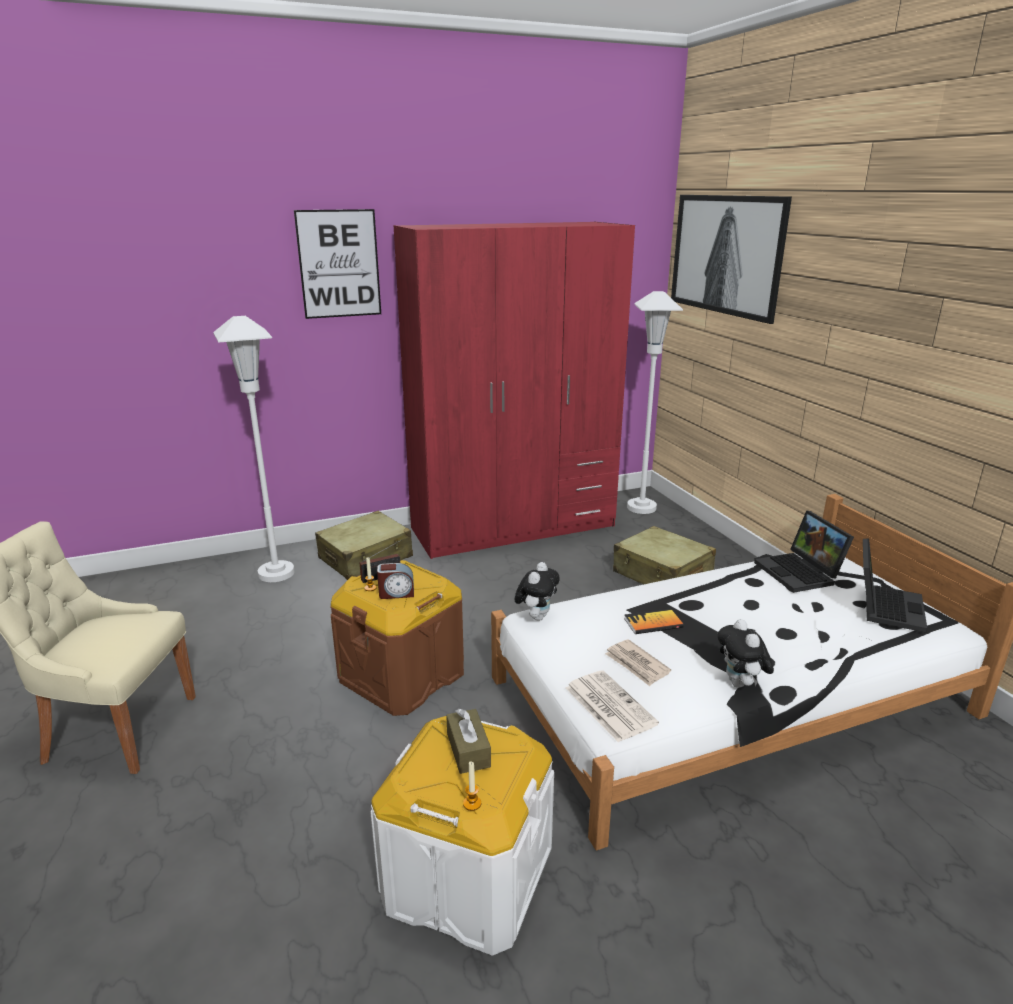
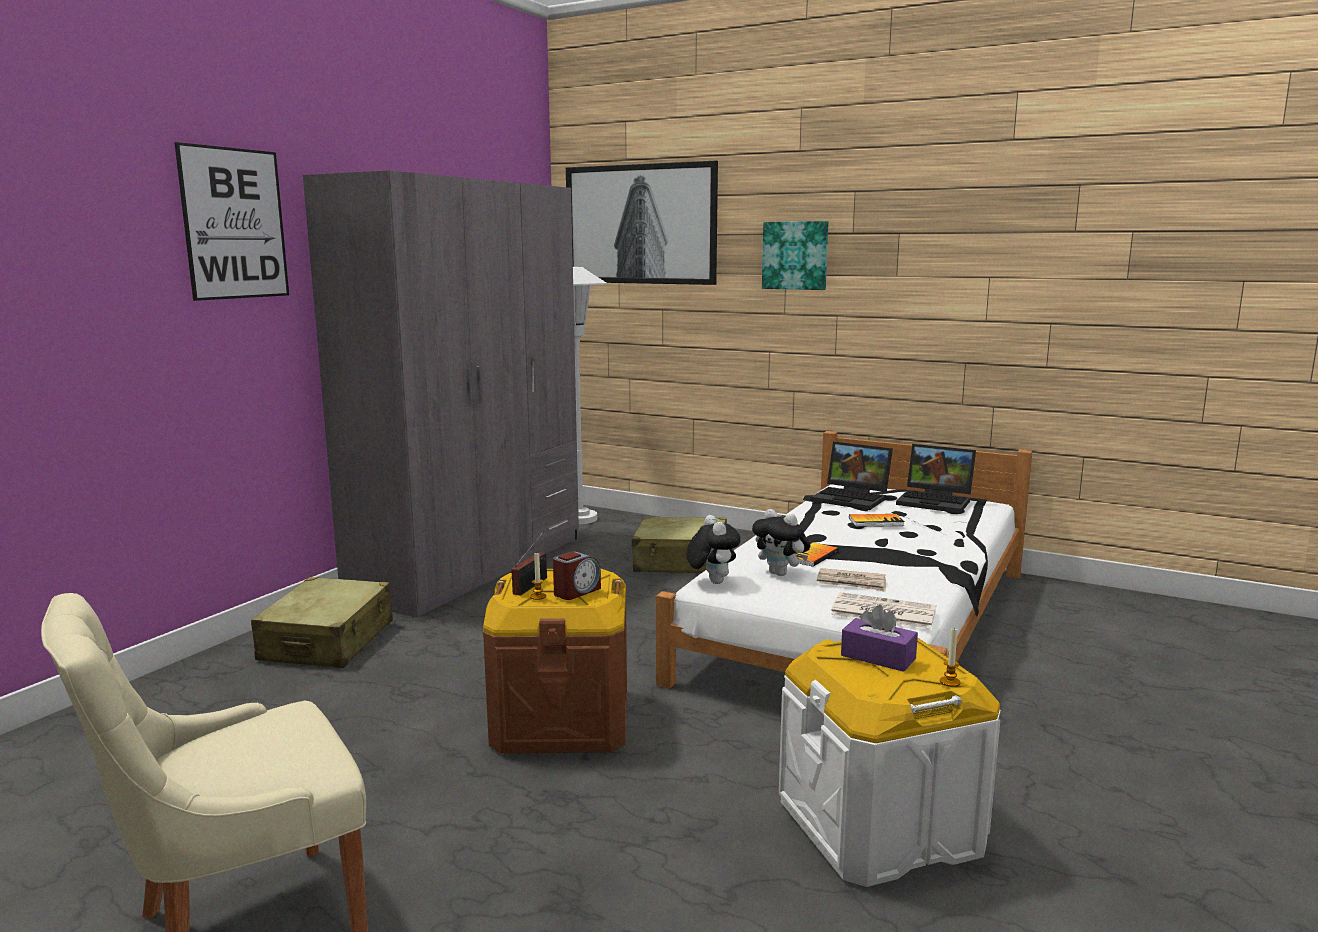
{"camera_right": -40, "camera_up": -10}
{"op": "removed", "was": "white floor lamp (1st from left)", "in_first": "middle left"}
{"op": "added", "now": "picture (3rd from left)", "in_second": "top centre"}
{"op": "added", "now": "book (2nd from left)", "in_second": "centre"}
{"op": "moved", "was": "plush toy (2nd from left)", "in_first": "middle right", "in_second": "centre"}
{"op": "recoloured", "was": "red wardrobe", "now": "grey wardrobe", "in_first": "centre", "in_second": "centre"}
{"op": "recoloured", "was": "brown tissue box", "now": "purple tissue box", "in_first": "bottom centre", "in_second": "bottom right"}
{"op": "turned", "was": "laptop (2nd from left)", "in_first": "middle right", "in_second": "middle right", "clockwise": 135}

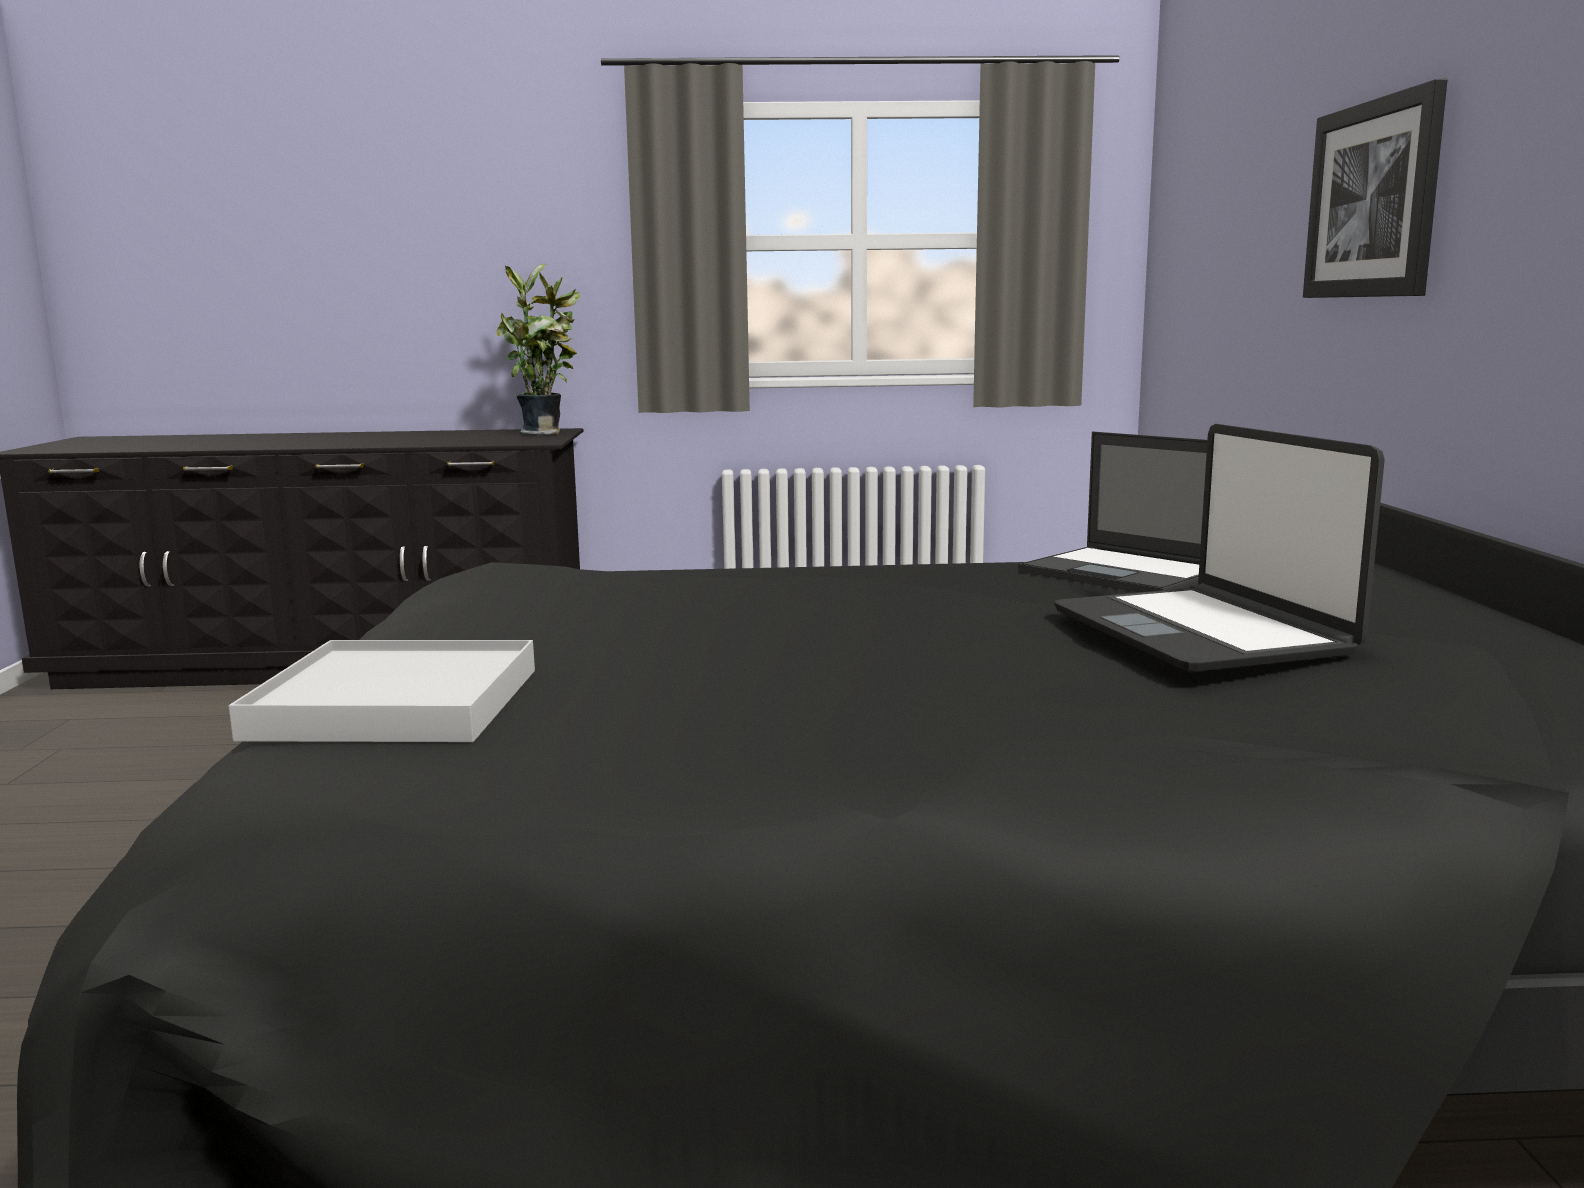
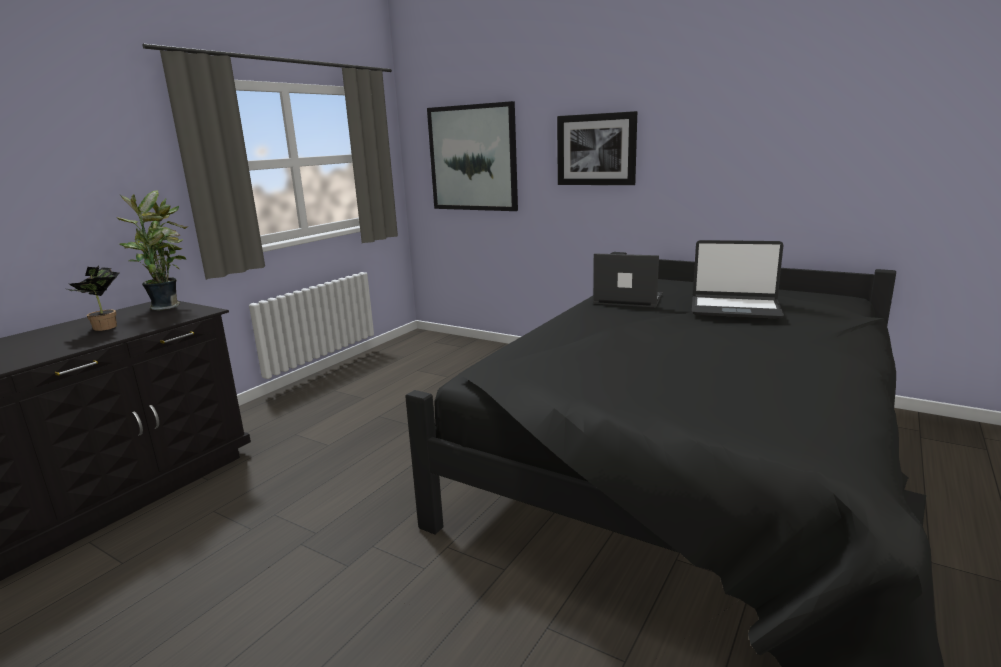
{"camera_right": -55, "camera_up": 5}
{"op": "removed", "was": "white tray", "in_first": "middle left"}
{"op": "added", "now": "potted plant (1st from left)", "in_second": "middle left"}
{"op": "added", "now": "picture (1st from left)", "in_second": "top centre"}
{"op": "turned", "was": "laptop (1st from left)", "in_first": "middle right", "in_second": "centre", "clockwise": -150}

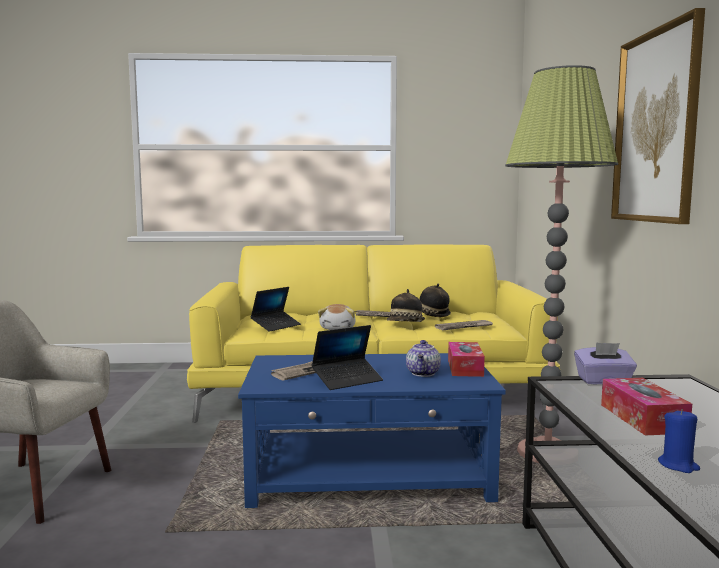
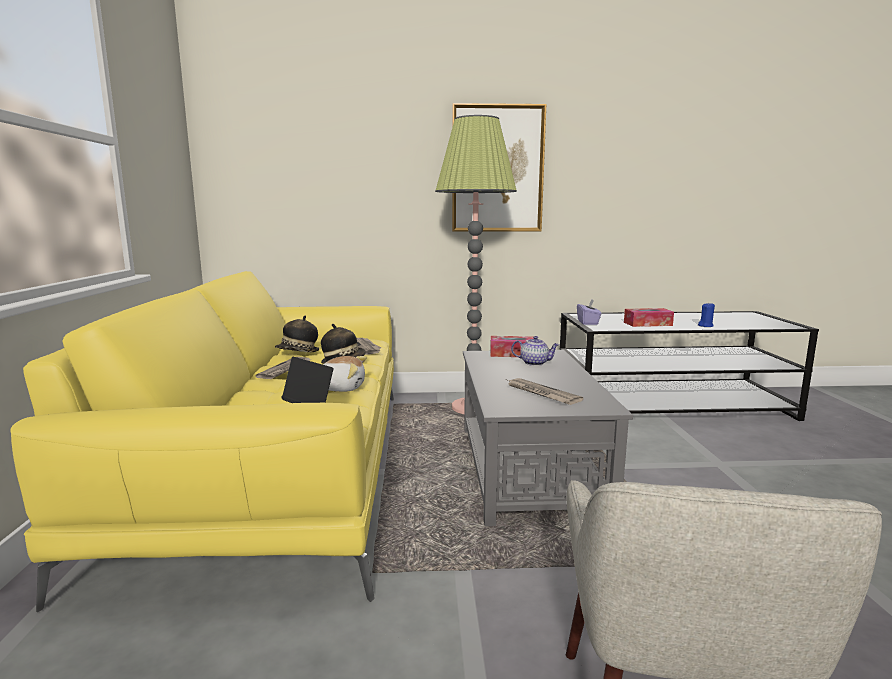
{"camera_right": -90, "camera_up": 5}
{"op": "removed", "was": "laptop (2nd from left)", "in_first": "centre"}
{"op": "recoloured", "was": "blue coffee table", "now": "grey coffee table", "in_first": "bottom centre", "in_second": "centre"}

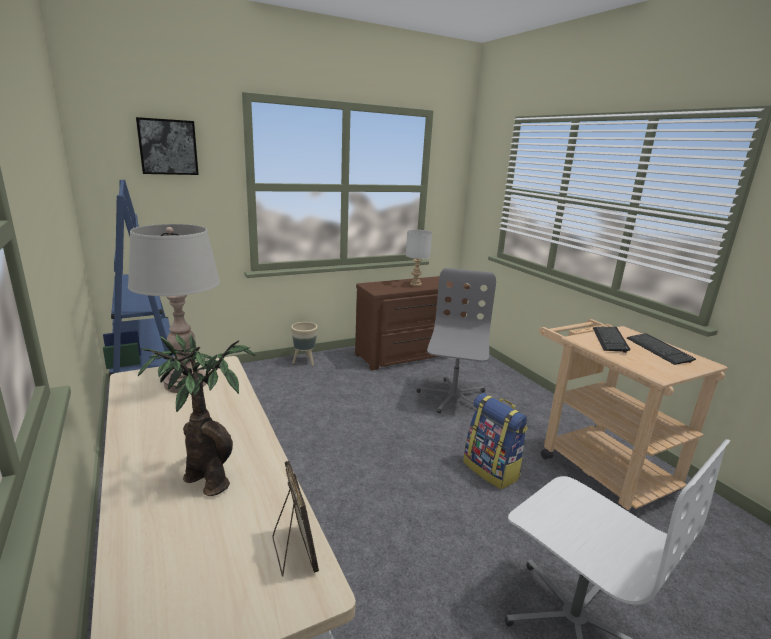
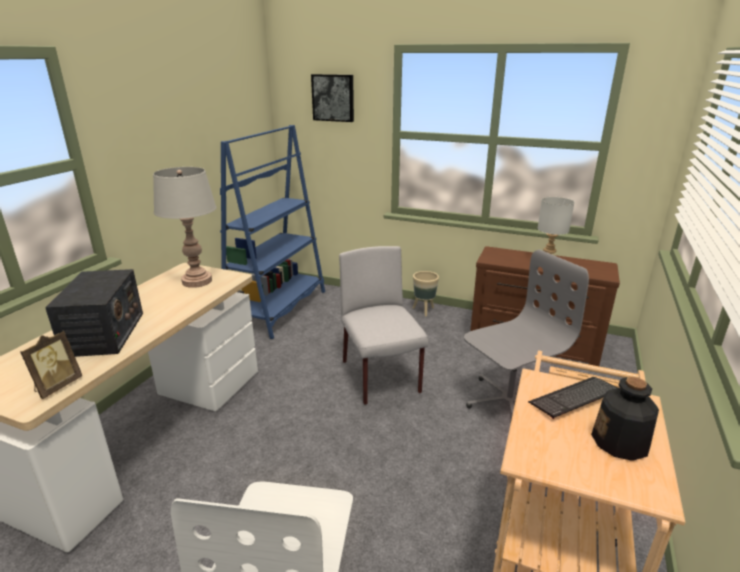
{"camera_right": 50, "camera_up": 5}
{"op": "removed", "was": "backpack", "in_first": "bottom centre"}
{"op": "added", "now": "grey chair", "in_second": "centre"}
{"op": "replaced", "was": "potted plant", "now": "radio", "in_first": "middle left", "in_second": "middle left"}
{"op": "replaced", "was": "keyboard (2nd from left)", "now": "bottle", "in_first": "middle right", "in_second": "bottom right"}

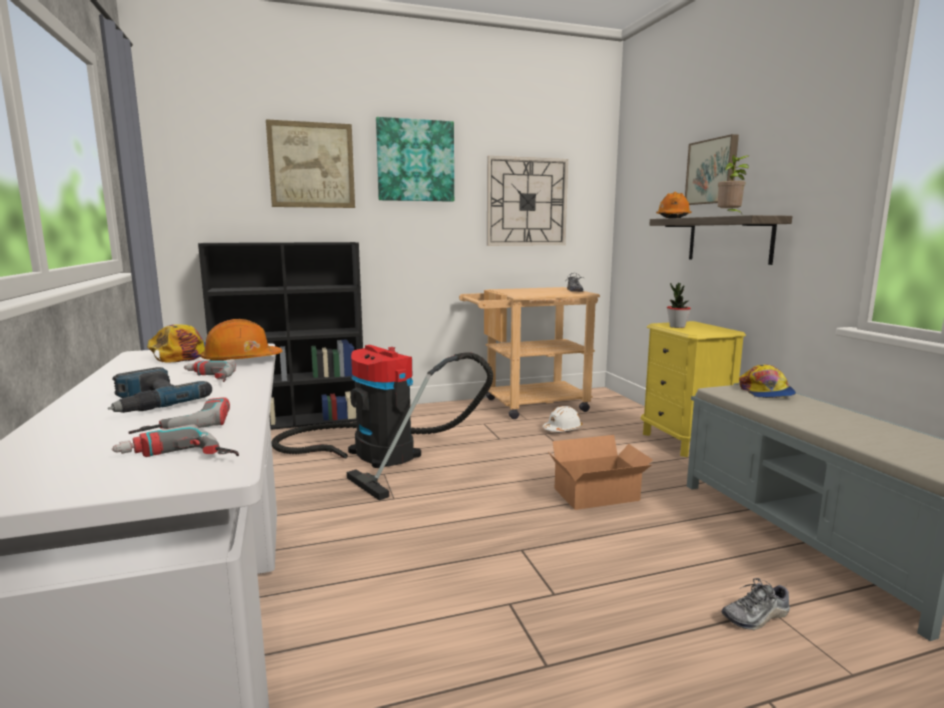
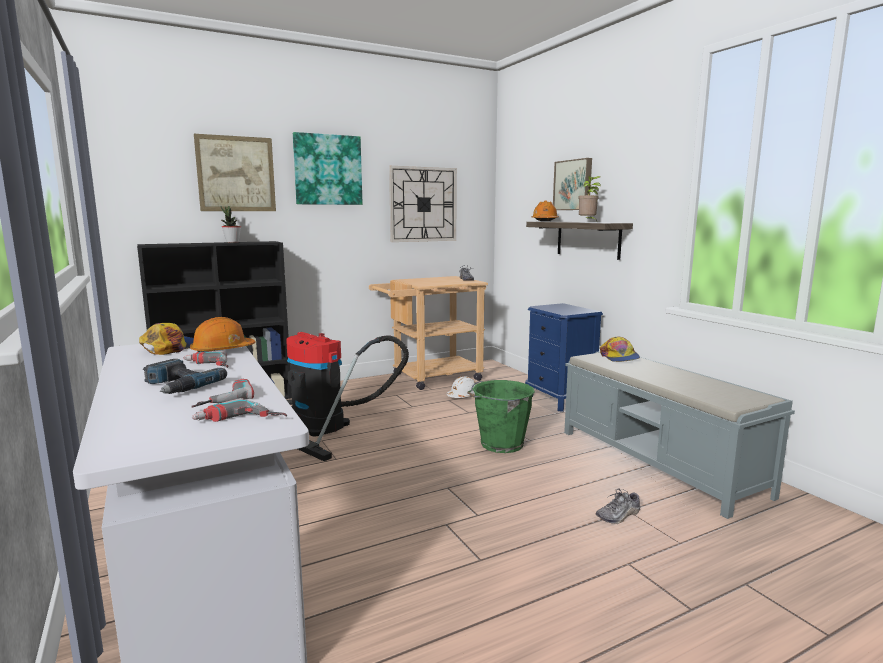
{"camera_right": -10, "camera_up": 0}
{"op": "moved", "was": "potted plant (1st from left)", "in_first": "middle right", "in_second": "middle left"}
{"op": "replaced", "was": "cardboard box", "now": "green bucket", "in_first": "bottom centre", "in_second": "centre"}
{"op": "recoloured", "was": "yellow nightstand", "now": "blue nightstand", "in_first": "middle right", "in_second": "centre"}

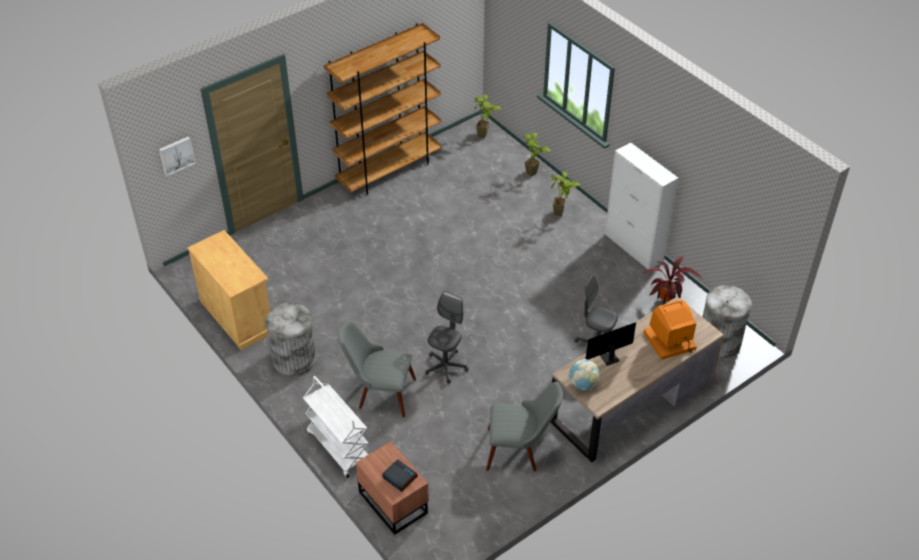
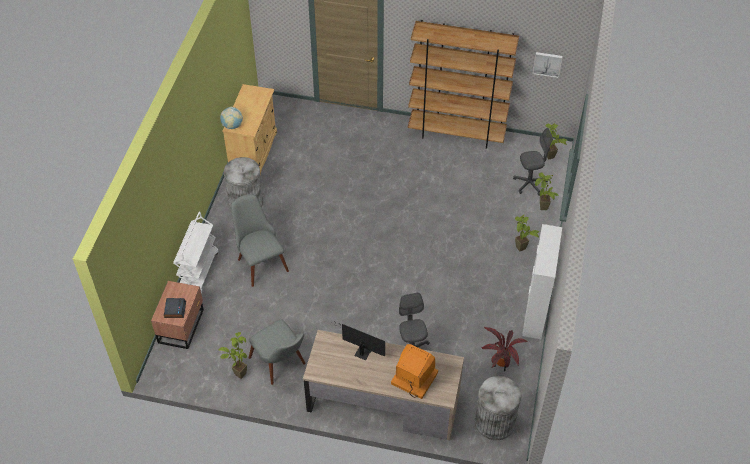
{"camera_right": 50, "camera_up": 5}
{"op": "added", "now": "potted plant (1st from left)", "in_second": "bottom left"}
{"op": "moved", "was": "picture", "in_first": "top left", "in_second": "top right"}
{"op": "moved", "was": "grey office chair (1st from left in the first image)", "now": "grey office chair (2nd from left)", "in_first": "centre", "in_second": "middle right"}
{"op": "moved", "was": "globe", "in_first": "bottom centre", "in_second": "top left"}

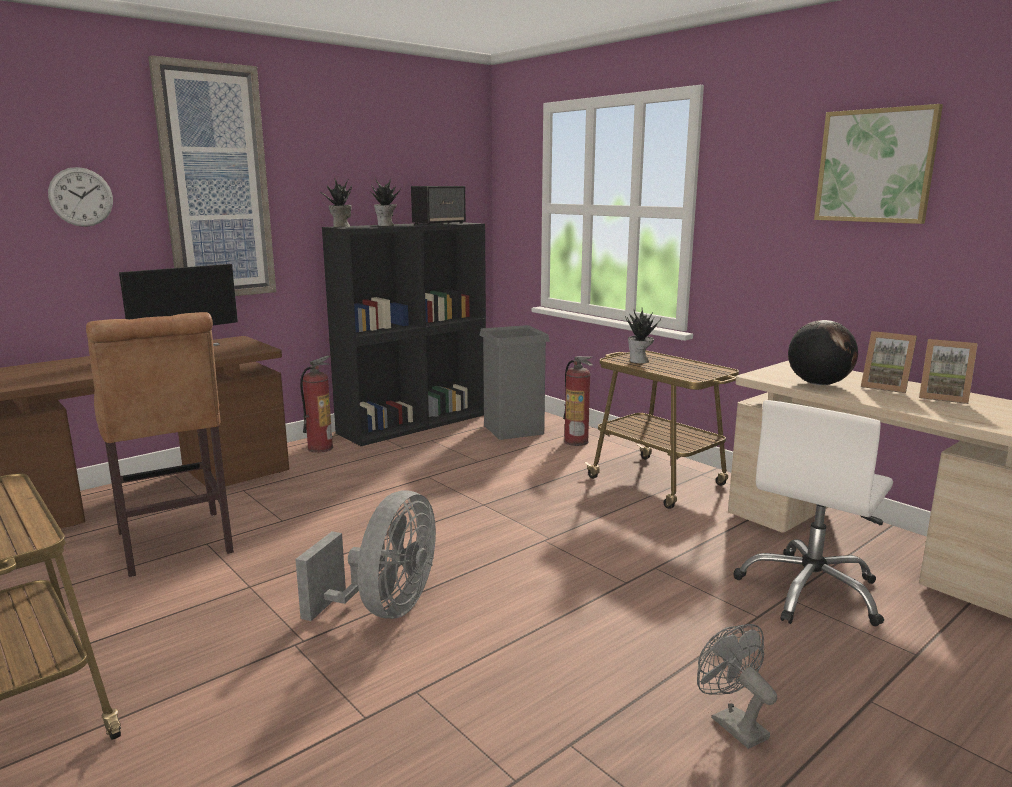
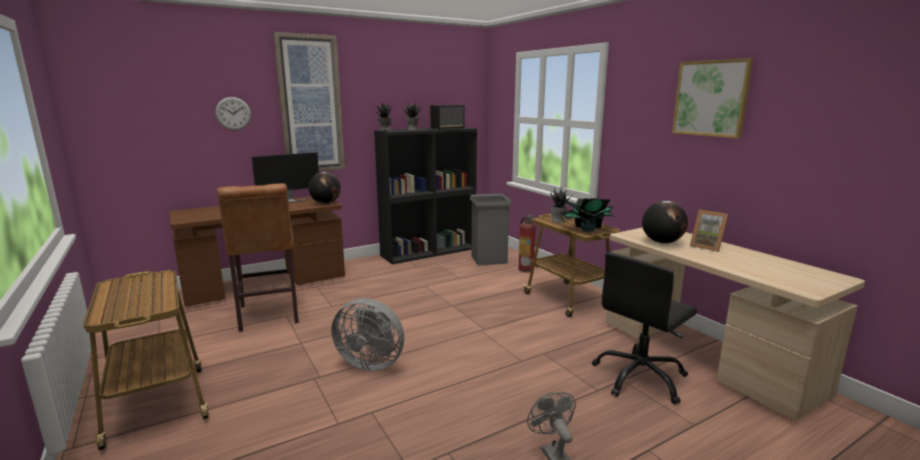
{"camera_right": 10, "camera_up": 0}
{"op": "removed", "was": "fire extinguisher (1st from left)", "in_first": "middle left"}
{"op": "removed", "was": "picture frame (2nd from left)", "in_first": "middle right"}
{"op": "added", "now": "globe (1st from left)", "in_second": "centre"}
{"op": "added", "now": "potted plant (4th from left)", "in_second": "centre"}
{"op": "recoloured", "was": "white office chair", "now": "black office chair", "in_first": "middle right", "in_second": "bottom right"}
{"op": "turned", "was": "grey fan (1st from left)", "in_first": "bottom centre", "in_second": "bottom centre", "clockwise": 75}

